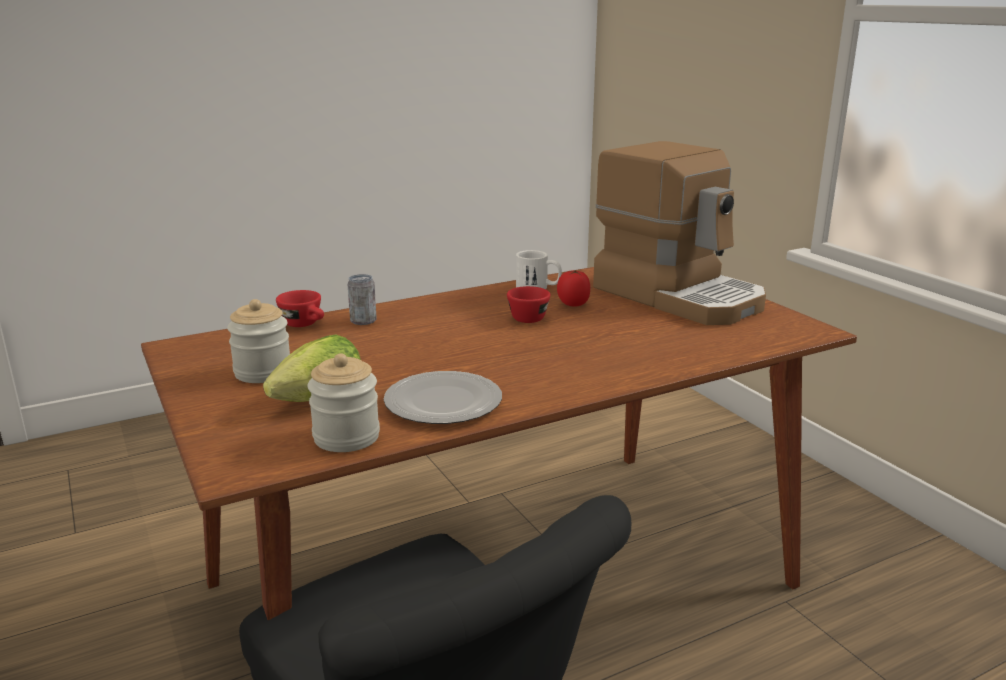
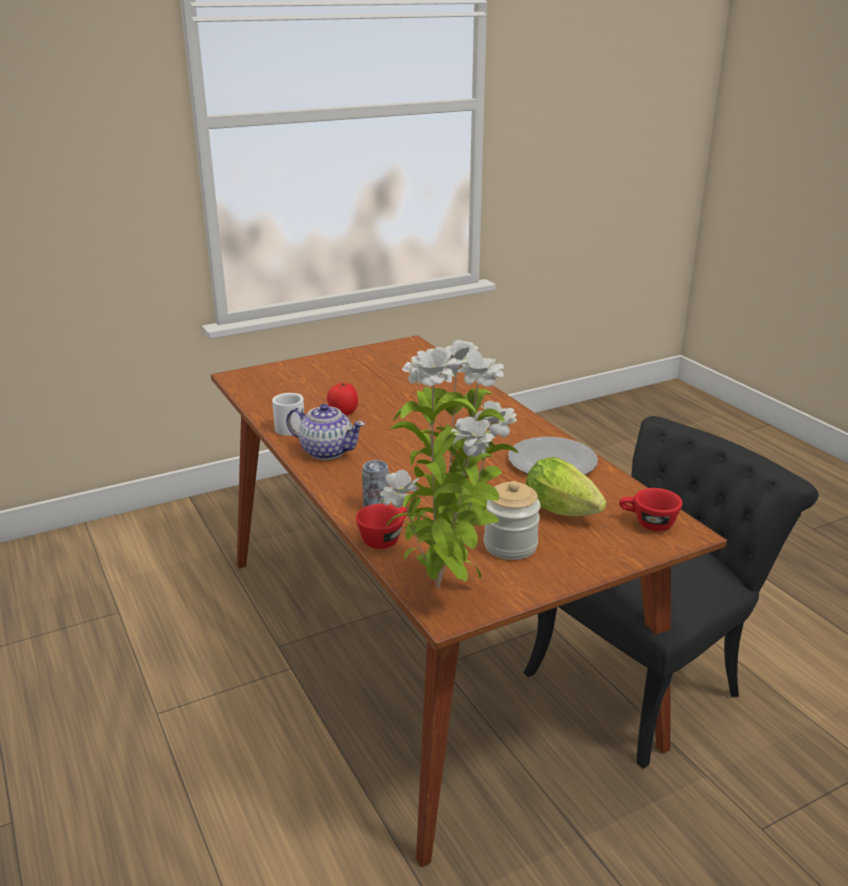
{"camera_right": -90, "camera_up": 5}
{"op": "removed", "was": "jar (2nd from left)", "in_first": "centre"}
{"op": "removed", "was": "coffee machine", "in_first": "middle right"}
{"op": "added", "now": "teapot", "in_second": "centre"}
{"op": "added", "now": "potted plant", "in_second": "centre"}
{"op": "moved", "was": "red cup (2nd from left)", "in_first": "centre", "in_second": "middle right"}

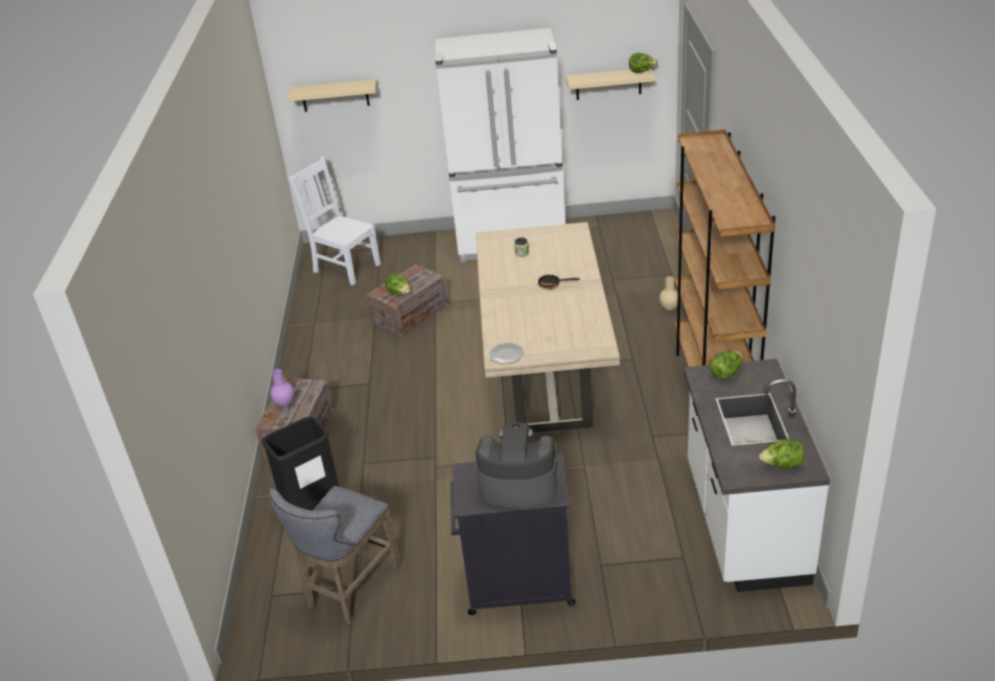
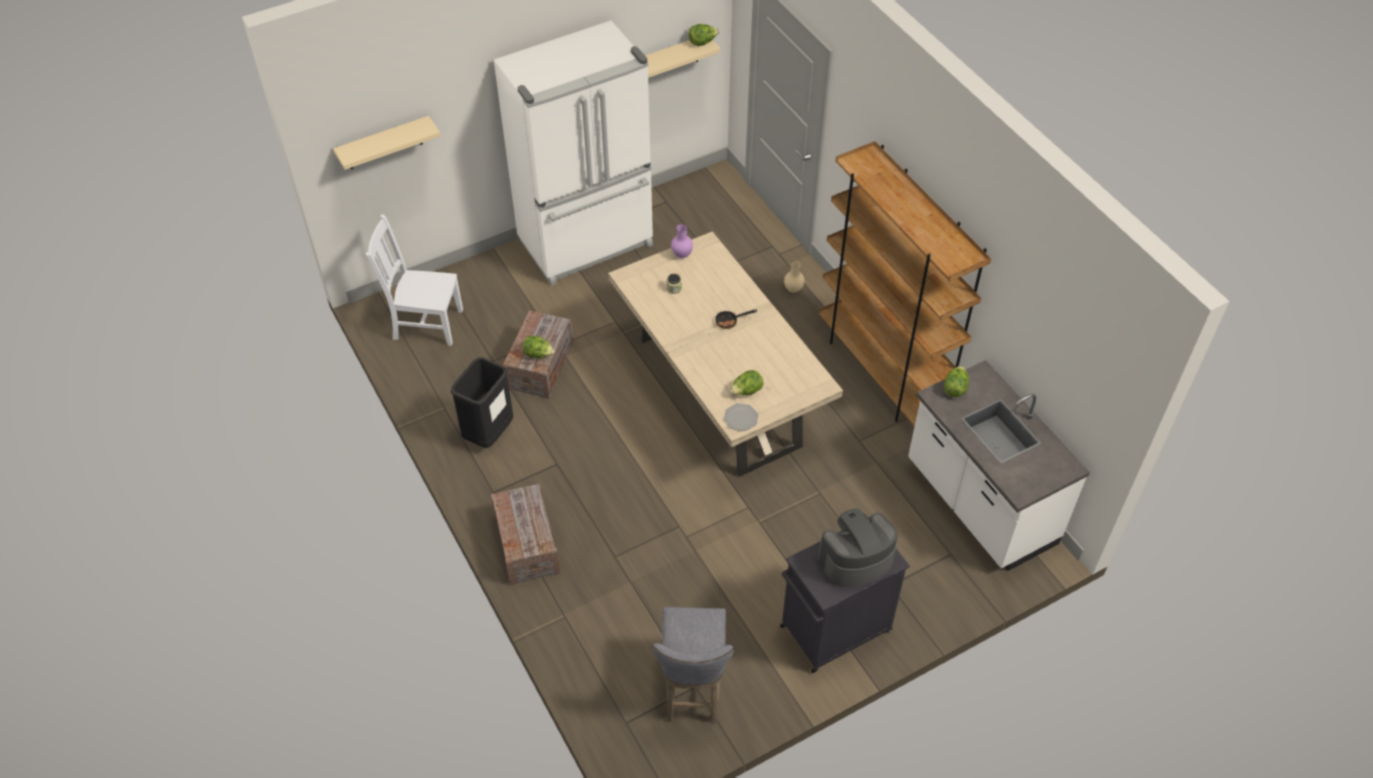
{"camera_right": -30, "camera_up": 15}
{"op": "moved", "was": "black trash can", "in_first": "bottom left", "in_second": "centre"}
{"op": "moved", "was": "purple vase", "in_first": "middle left", "in_second": "top centre"}
{"op": "moved", "was": "lettuce (4th from left in the first image)", "now": "lettuce (3rd from left)", "in_first": "bottom right", "in_second": "centre"}

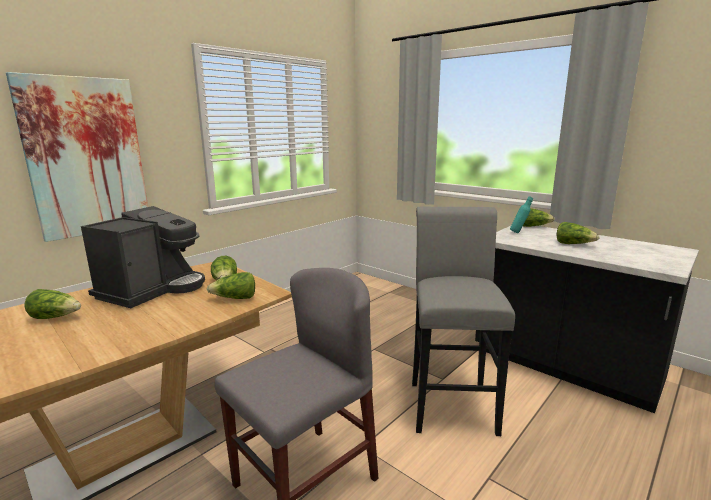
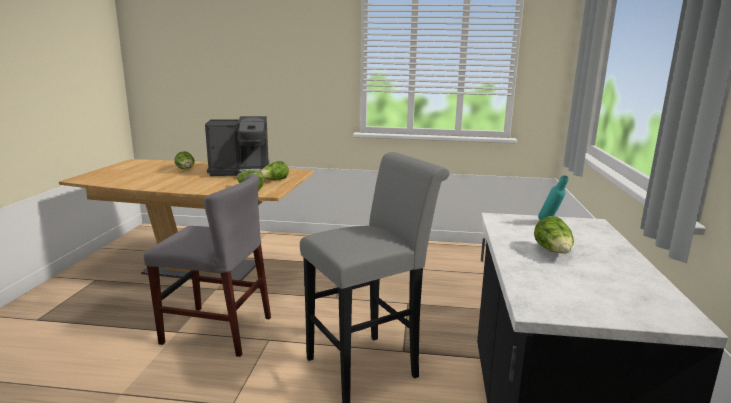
{"camera_right": 55, "camera_up": 0}
{"op": "removed", "was": "picture", "in_first": "top left"}
{"op": "removed", "was": "lettuce (4th from left)", "in_first": "middle right"}

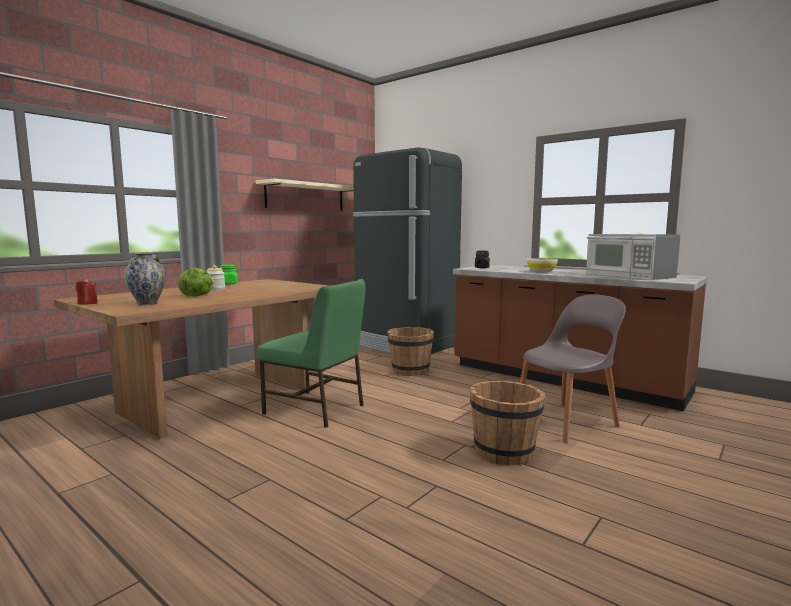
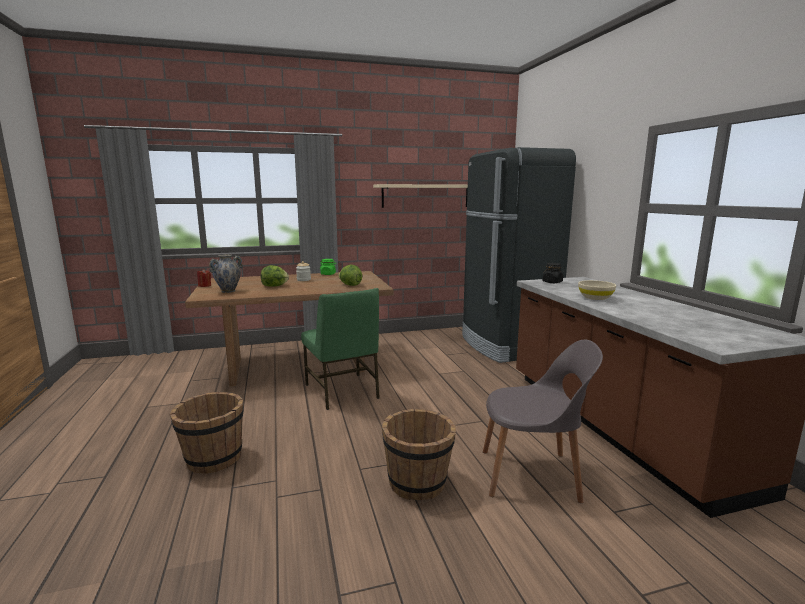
{"camera_right": 35, "camera_up": 5}
{"op": "removed", "was": "microwave", "in_first": "middle right"}
{"op": "added", "now": "lettuce (2nd from left)", "in_second": "centre"}
{"op": "moved", "was": "brown bucket (1st from left)", "in_first": "centre", "in_second": "bottom left"}

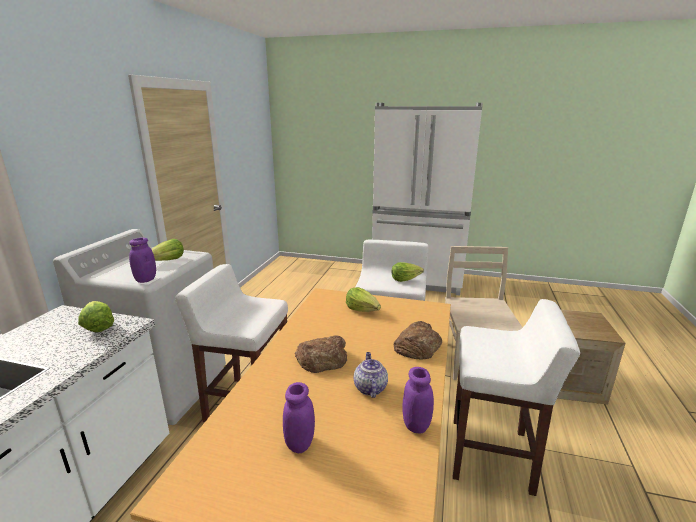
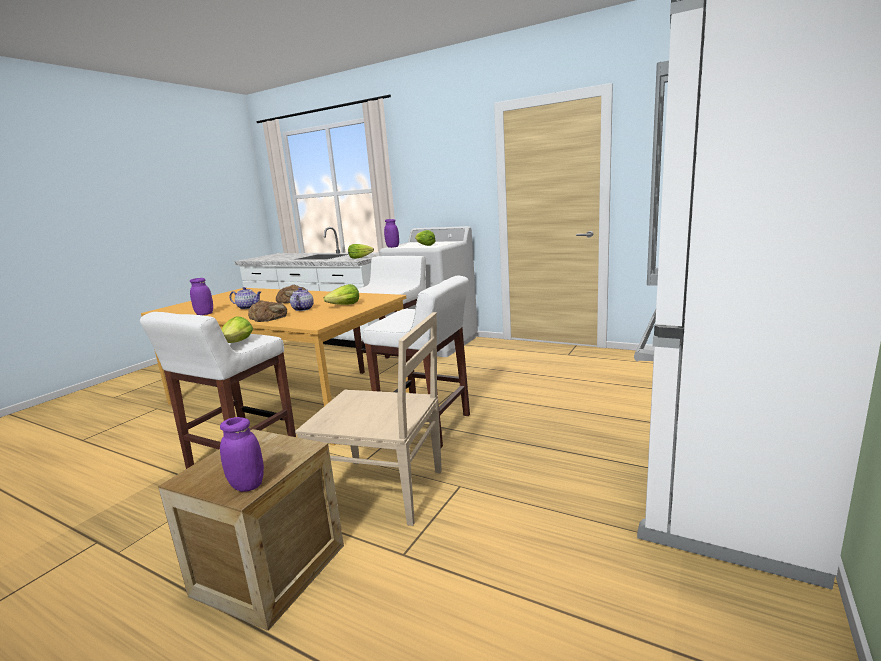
{"camera_right": 105, "camera_up": -5}
{"op": "added", "now": "teapot (2nd from left)", "in_second": "centre"}
{"op": "moved", "was": "purple jar (2nd from left)", "in_first": "bottom centre", "in_second": "bottom left"}
{"op": "moved", "was": "lettuce (4th from left in the first image)", "now": "lettuce (1st from left)", "in_first": "centre", "in_second": "middle left"}

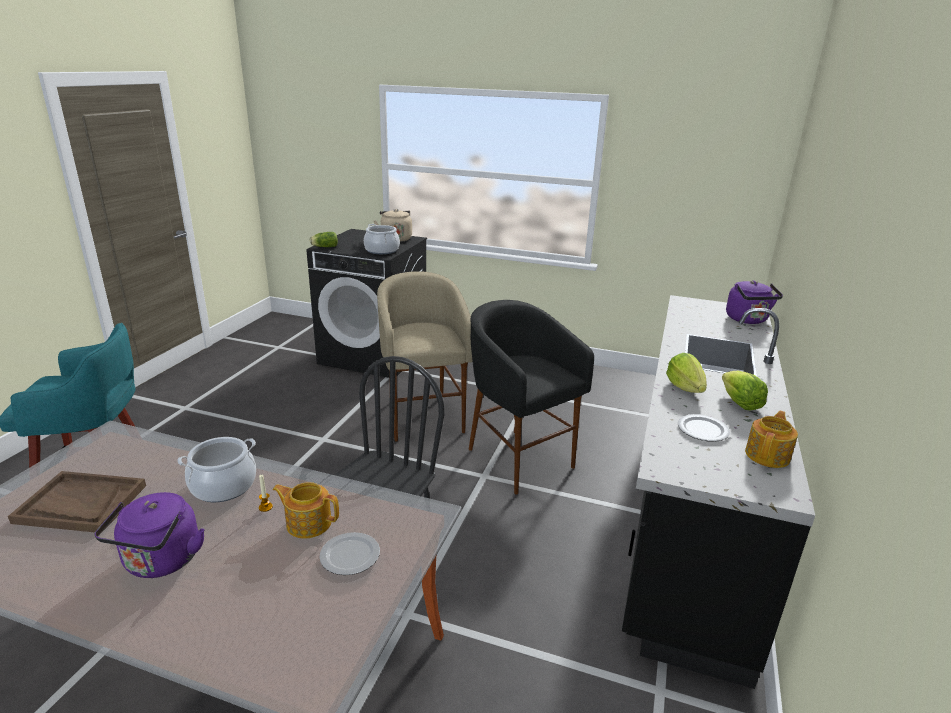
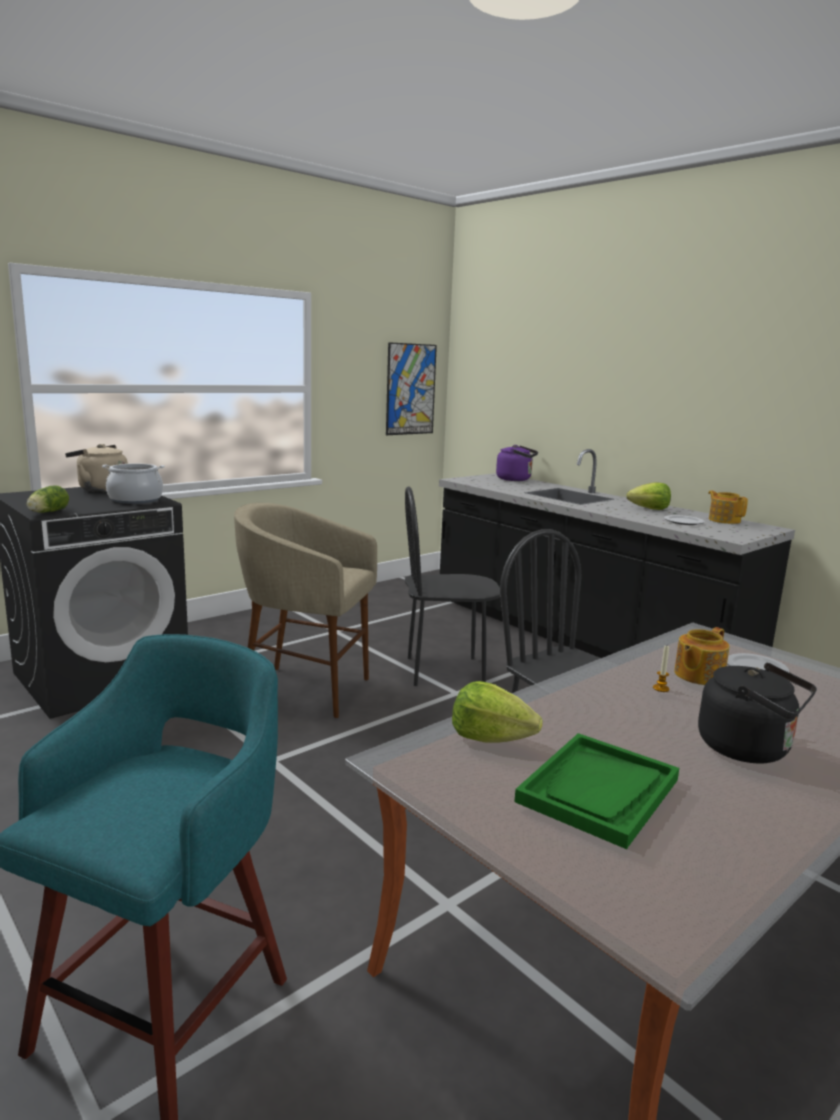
{"camera_right": -60, "camera_up": -10}
{"op": "removed", "was": "cooking pot (1st from left)", "in_first": "middle left"}
{"op": "added", "now": "picture", "in_second": "centre"}
{"op": "moved", "was": "lettuce (2nd from left)", "in_first": "middle right", "in_second": "centre"}
{"op": "replaced", "was": "black stool", "now": "black chair (1st from left)", "in_first": "centre", "in_second": "centre"}
{"op": "recoloured", "was": "brown tray", "now": "green tray", "in_first": "bottom left", "in_second": "bottom right"}
{"op": "recoloured", "was": "purple kettle (1st from left)", "now": "black kettle", "in_first": "bottom left", "in_second": "middle right"}

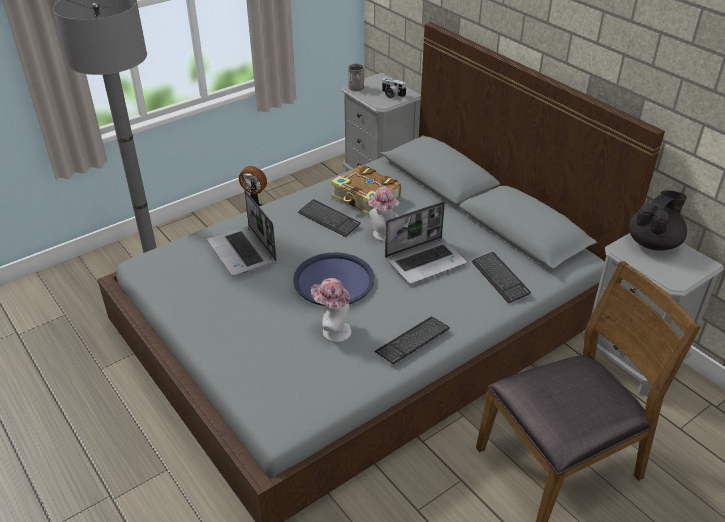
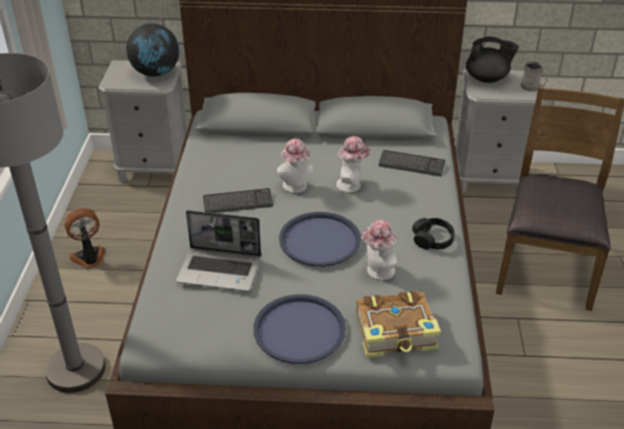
{"camera_right": -50, "camera_up": 0}
{"op": "added", "now": "blue tray (1st from left)", "in_second": "bottom centre"}
{"op": "moved", "was": "book", "in_first": "centre", "in_second": "bottom centre"}
{"op": "moved", "was": "grey mug", "in_first": "top centre", "in_second": "top right"}
{"op": "replaced", "was": "keyboard (2nd from left)", "now": "black headphones", "in_first": "centre", "in_second": "middle right"}
{"op": "replaced", "was": "photo camera", "now": "globe", "in_first": "top centre", "in_second": "top left"}
{"op": "replaced", "was": "laptop (2nd from left)", "now": "hat (2nd from left)", "in_first": "centre", "in_second": "centre"}
{"op": "turned", "was": "black teapot", "in_first": "middle right", "in_second": "top right", "clockwise": 105}

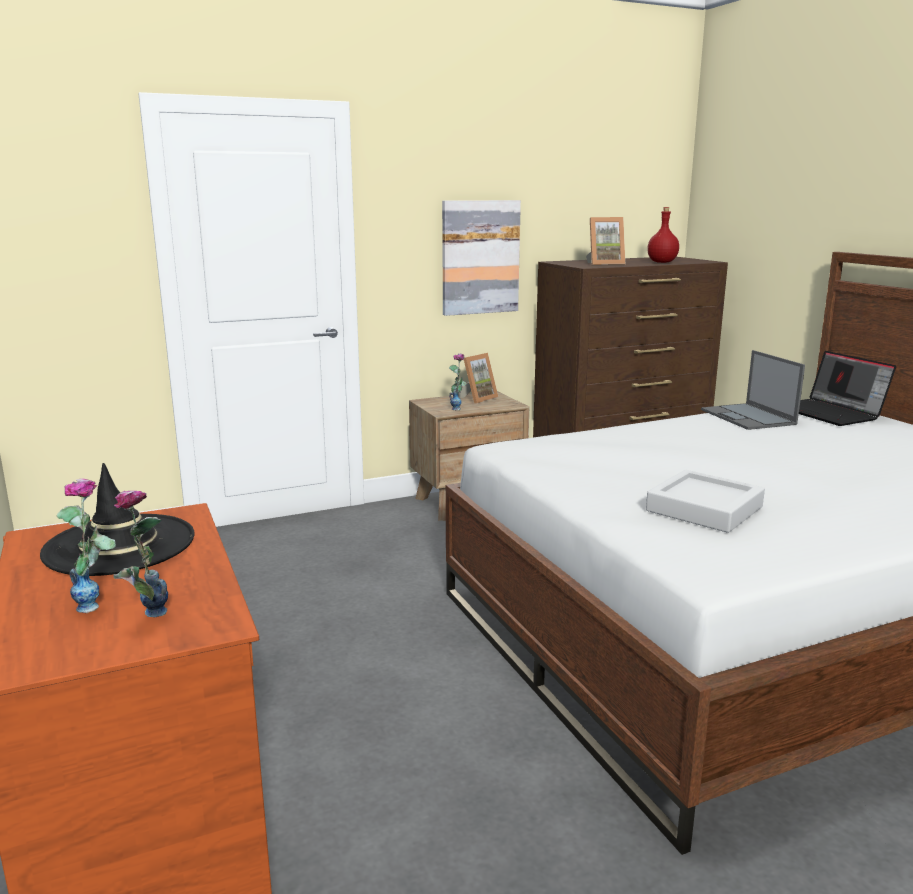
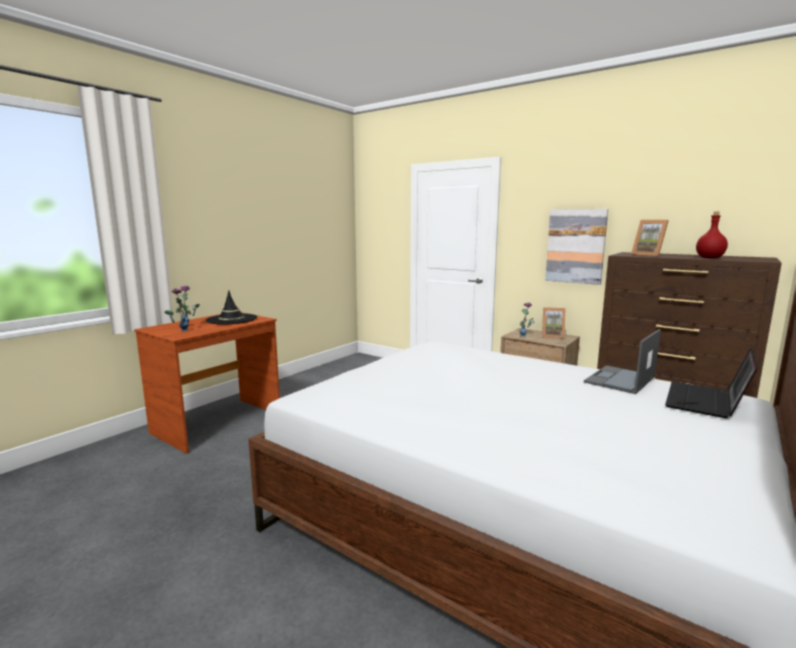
{"camera_right": 60, "camera_up": -5}
{"op": "removed", "was": "grey tray", "in_first": "middle right"}

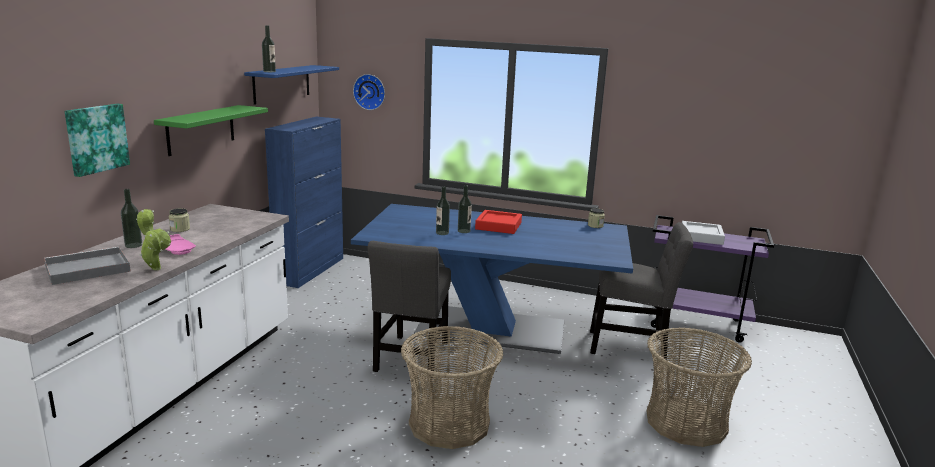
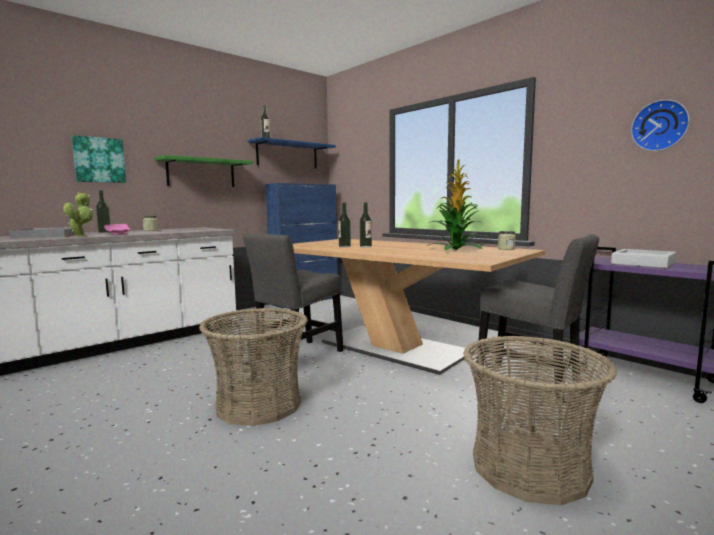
{"camera_right": 30, "camera_up": -10}
{"op": "removed", "was": "red tray", "in_first": "centre"}
{"op": "added", "now": "potted plant (2nd from left)", "in_second": "centre"}
{"op": "moved", "was": "wall clock", "in_first": "top centre", "in_second": "top right"}
{"op": "recoloured", "was": "blue dining table", "now": "beige dining table", "in_first": "centre", "in_second": "centre"}

